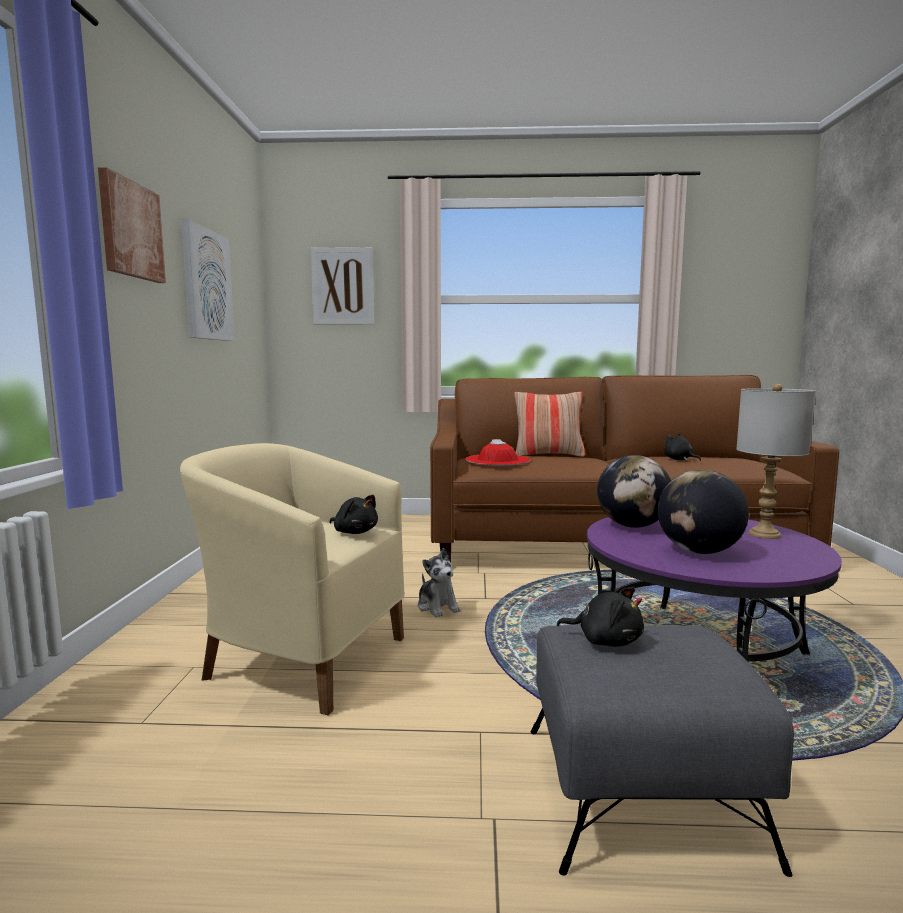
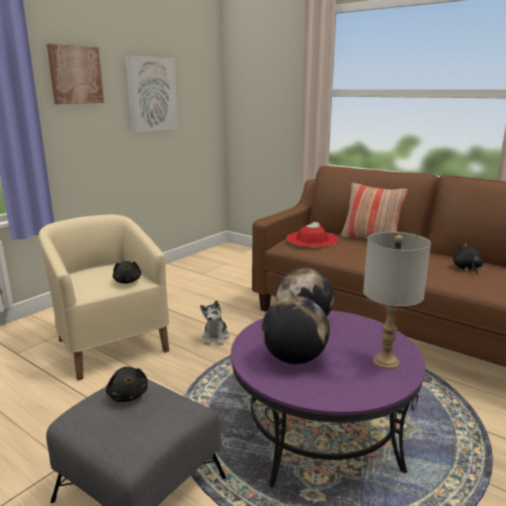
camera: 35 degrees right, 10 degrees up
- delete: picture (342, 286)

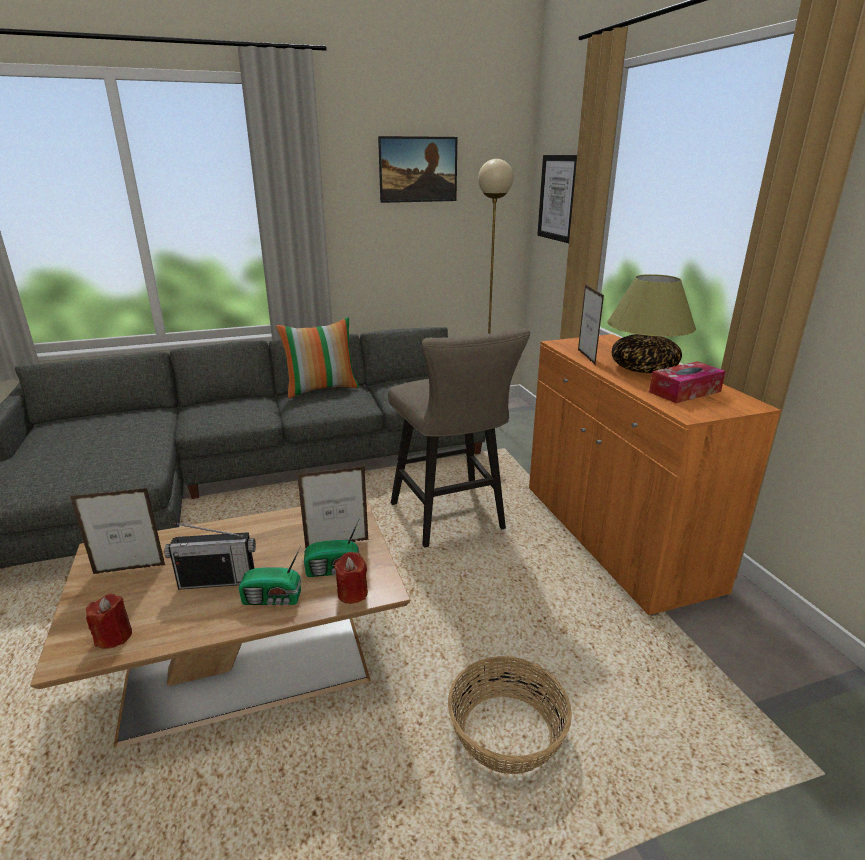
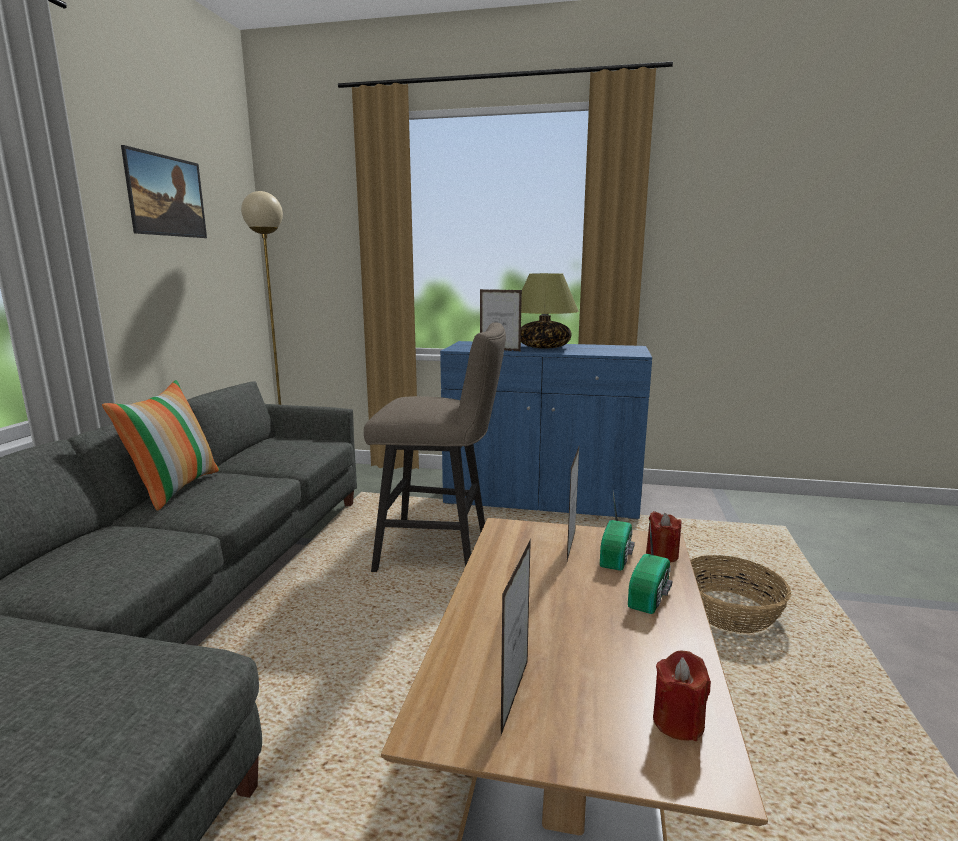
camera: 60 degrees left, 10 degrees down
- delete: picture (558, 198)
- recolor: orange cabinet (615, 537) to blue cabinet (541, 499)
- delete: tissue box (685, 391)
- delete: radio (217, 581)

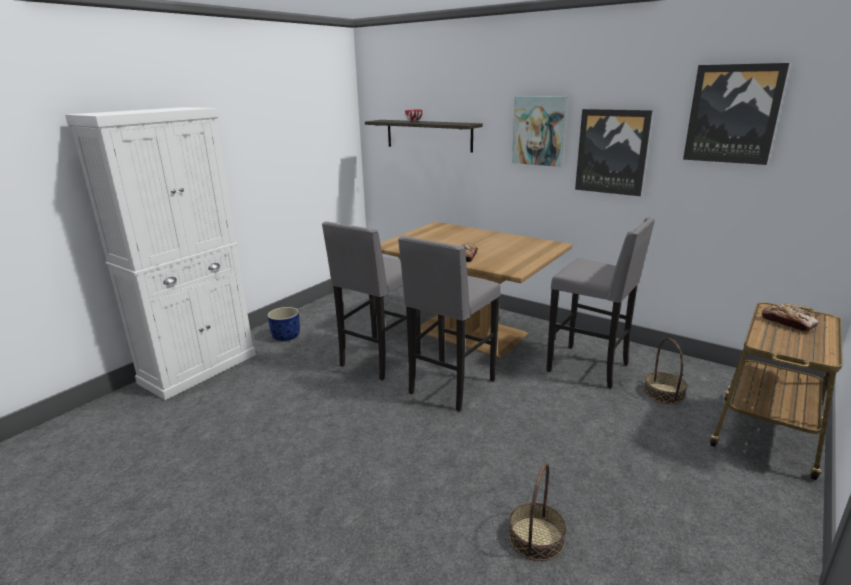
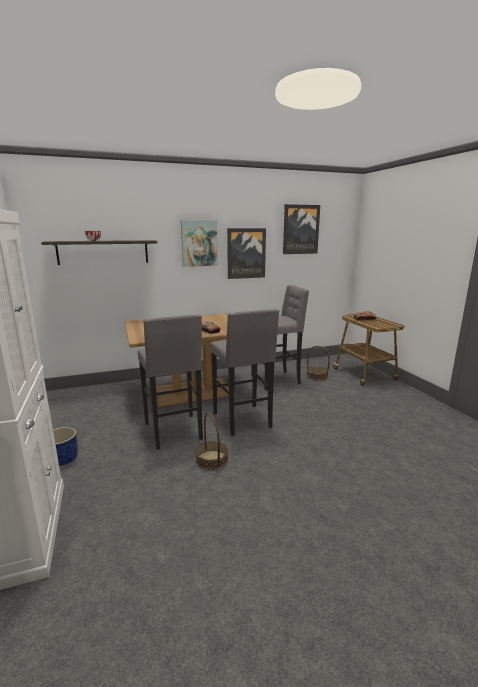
camera: 55 degrees left, 5 degrees down
- move: basket (536, 538) to (212, 460)

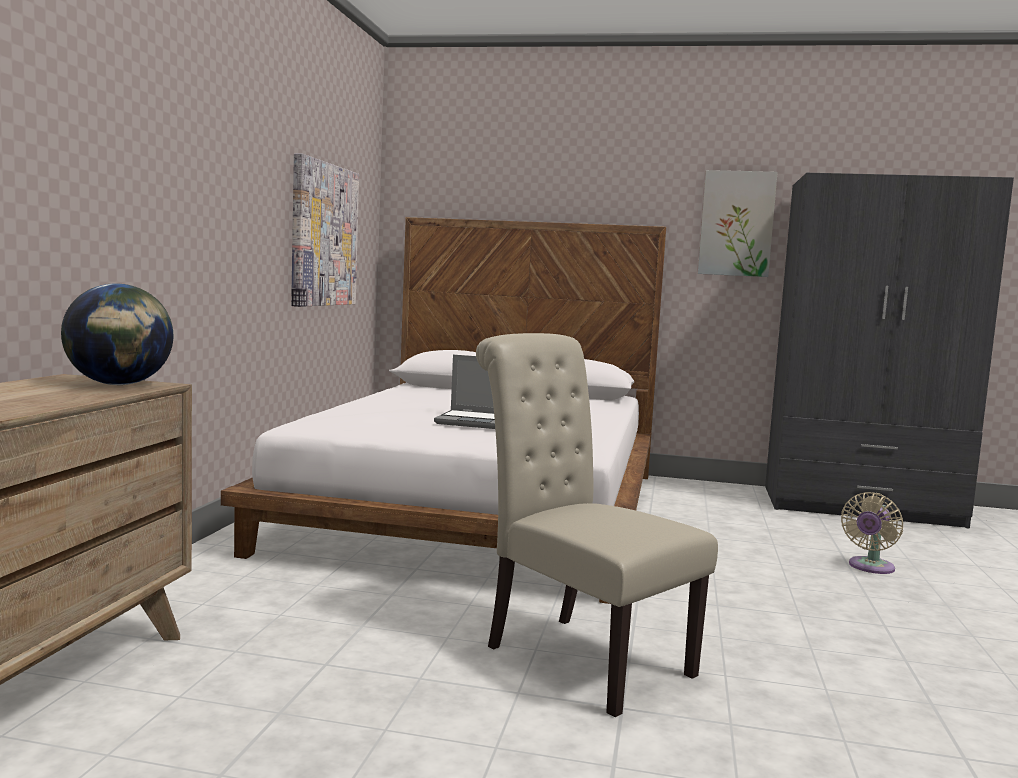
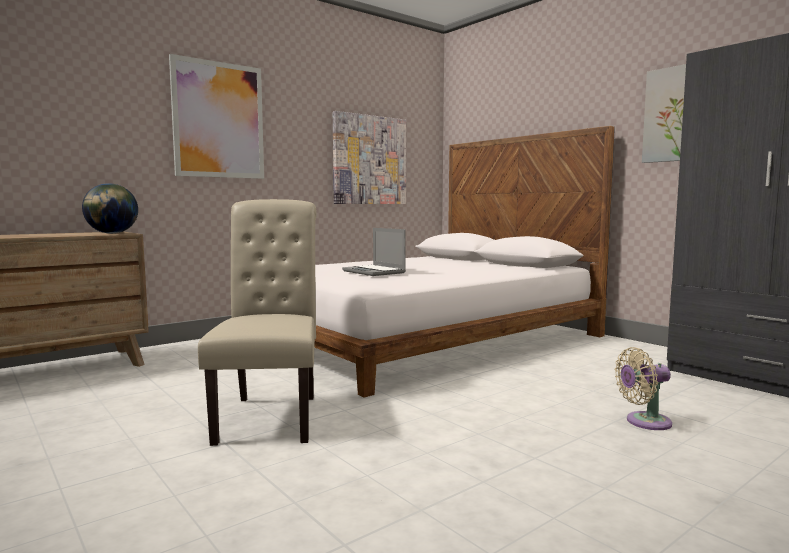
camera: 40 degrees right, 0 degrees up
- insert: picture (218, 120)

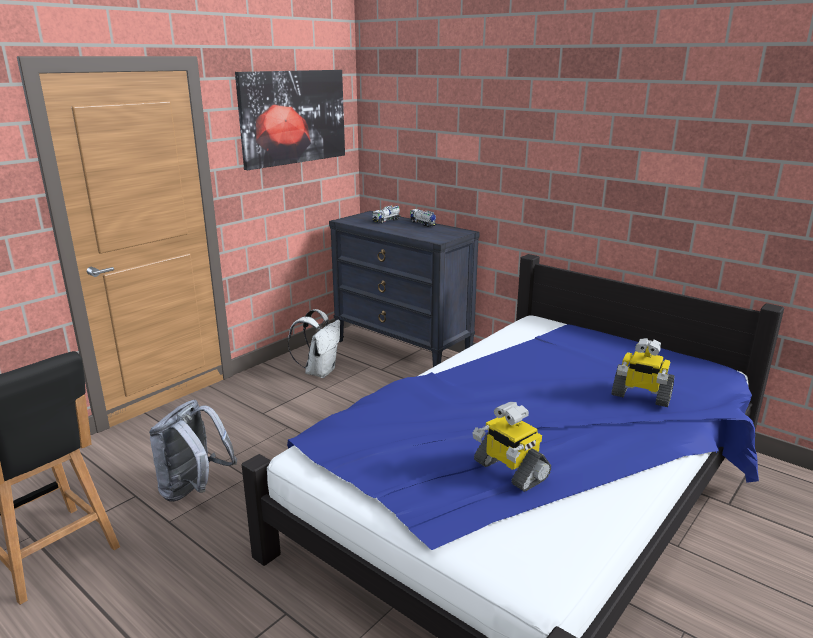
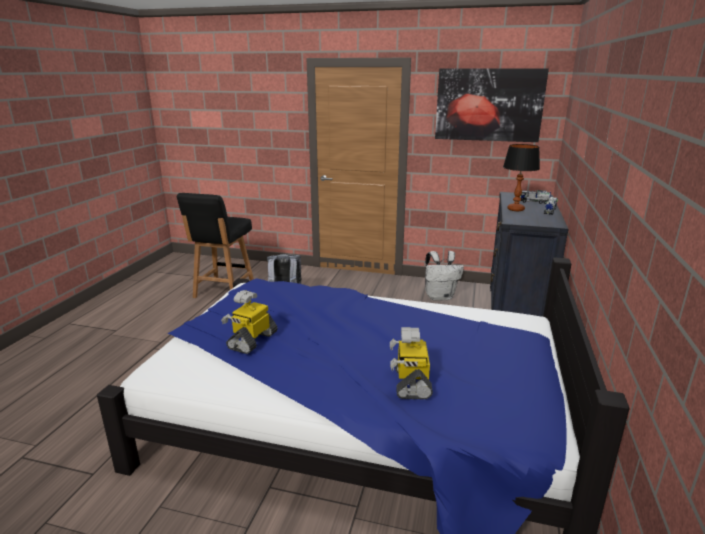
camera: 65 degrees right, 0 degrees up
- insert: table lamp (515, 209)

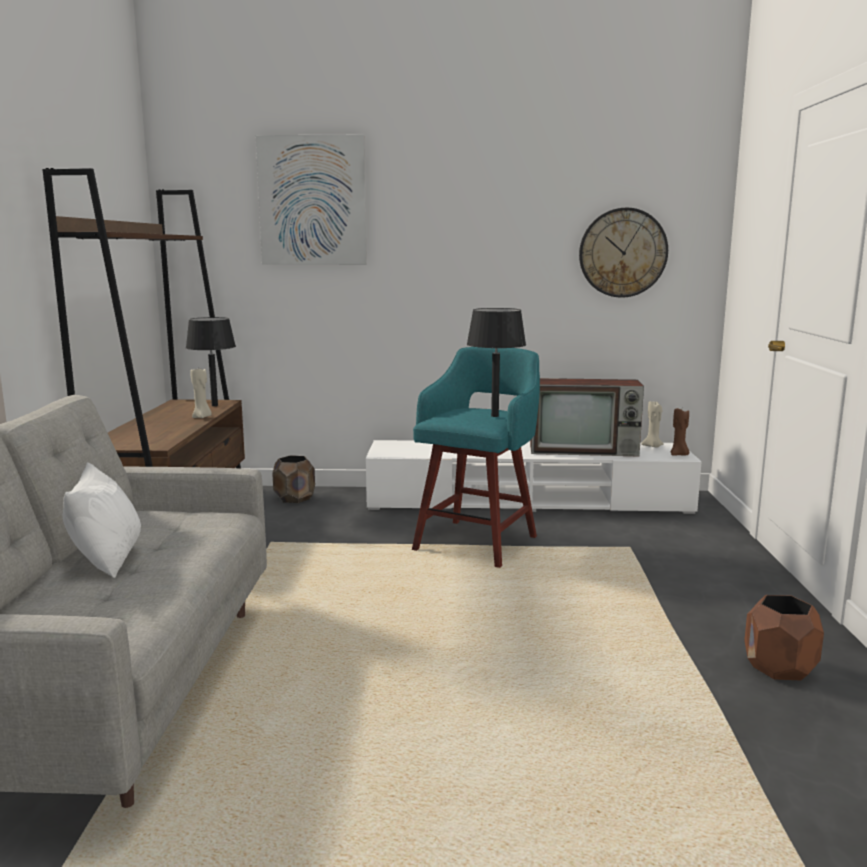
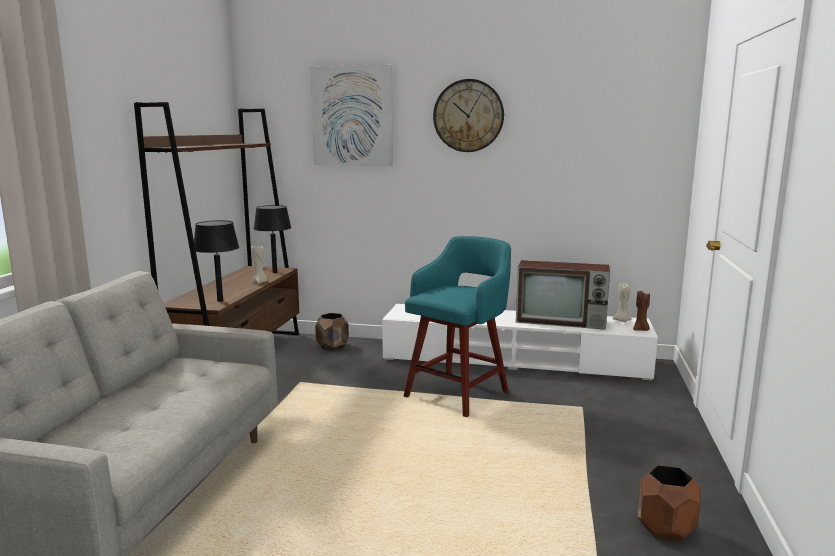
camera: 10 degrees right, 0 degrees up
- move: wall clock (623, 253) to (468, 116)
- move: black table lamp (494, 416) to (220, 301)
- delete: white pillow (107, 559)

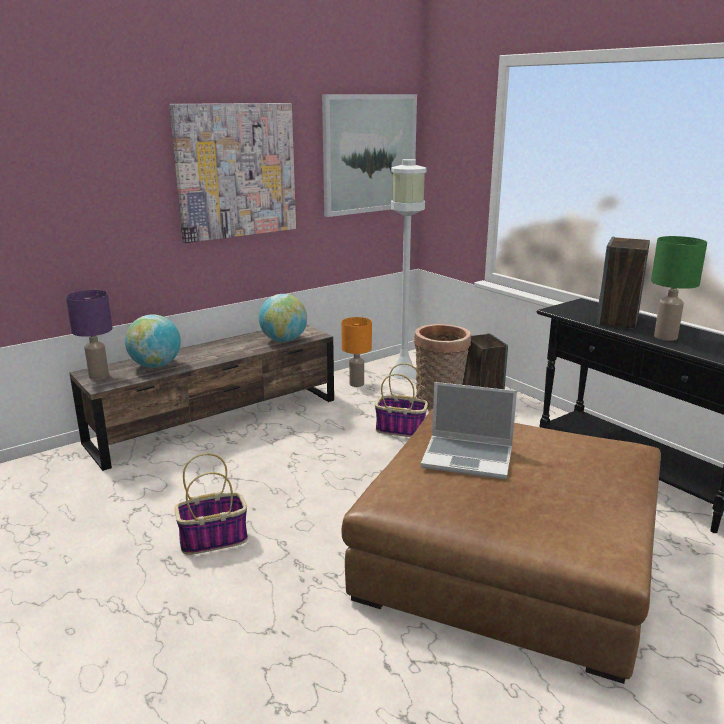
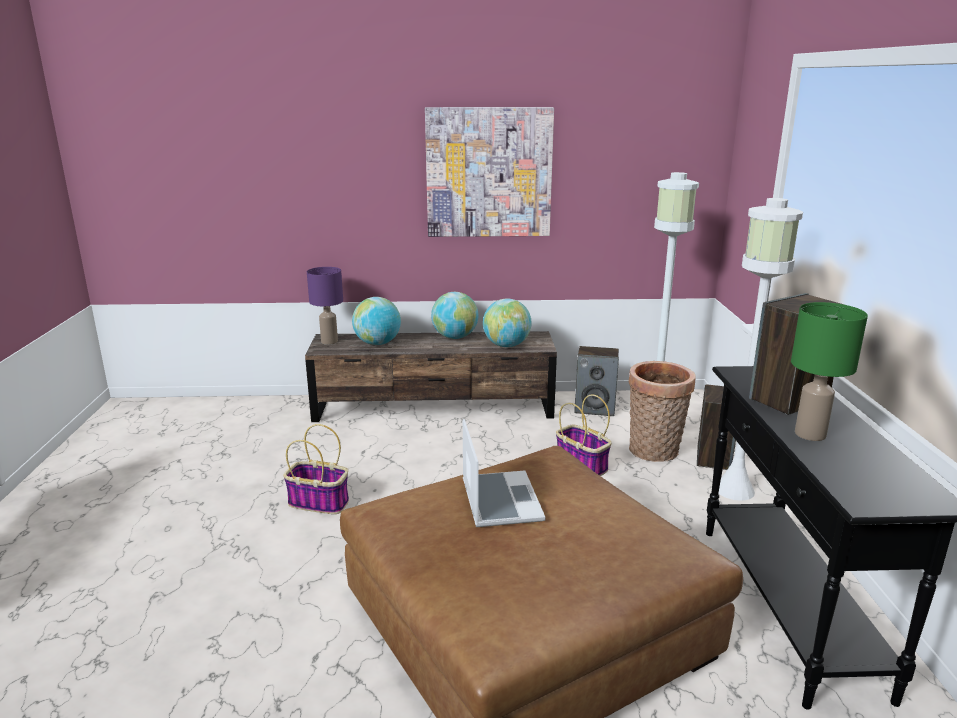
camera: 35 degrees right, 0 degrees up
- delete: picture (369, 154)
- replace: orange table lamp (357, 384) to speaker (595, 408)
- rotate: laptop (468, 458) = (499, 500) 150 degrees counterclockwise
- insert: white floor lamp (735, 490)
- insert: globe (455, 337)

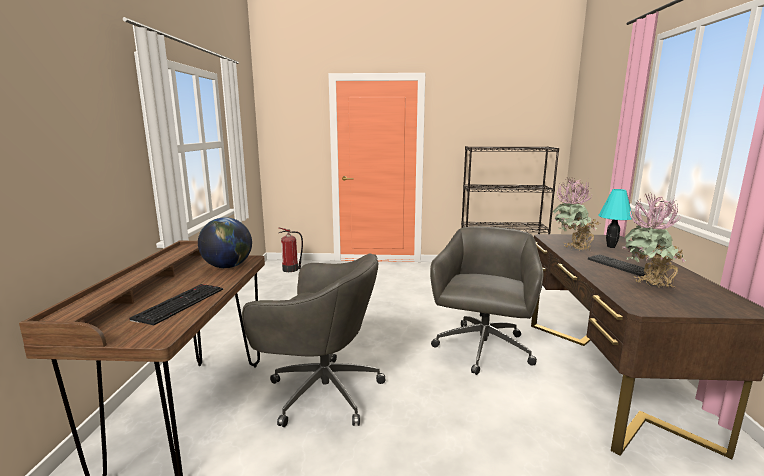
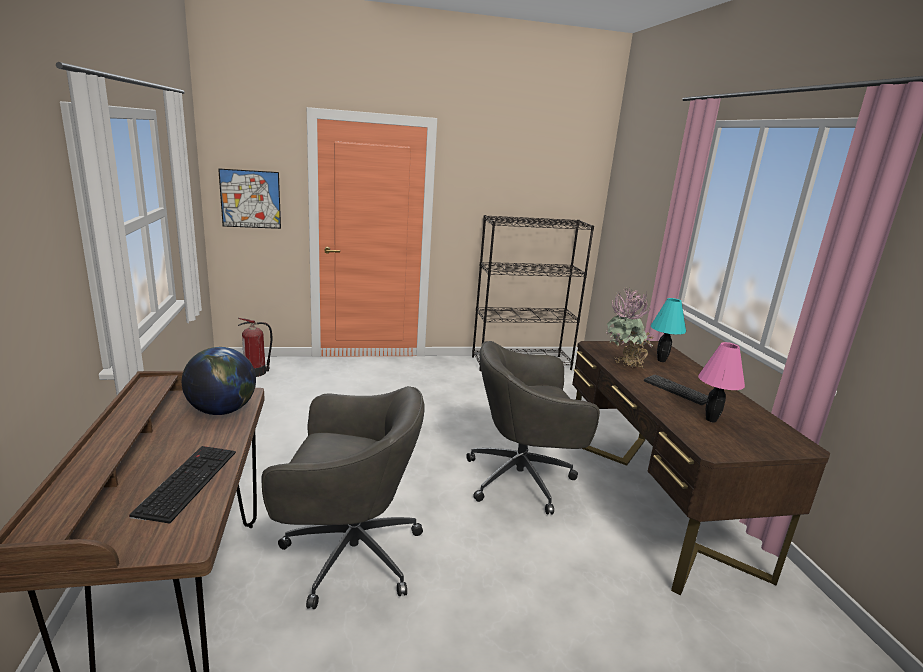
camera: 15 degrees left, 5 degrees up
- replace: potted plant (648, 286) to pink table lamp (710, 420)
- rotate: grey office chair (482, 350) = (523, 479) 105 degrees counterclockwise
- insert: picture (250, 199)

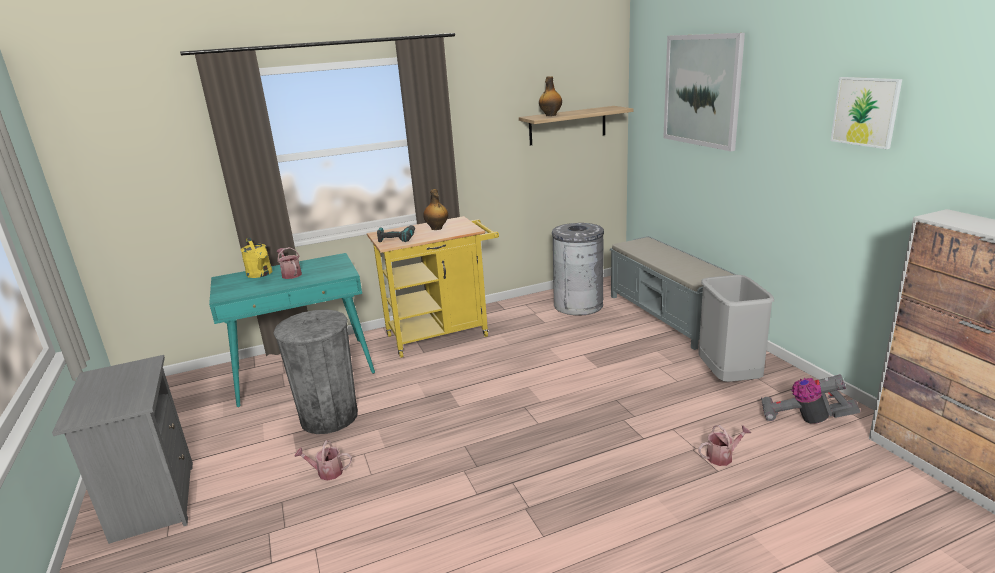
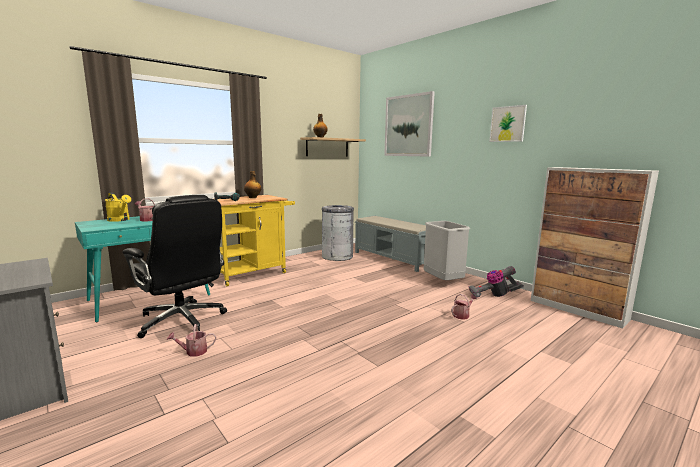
camera: 20 degrees left, 10 degrees down
- replace: grey trash can (329, 417) to black office chair (182, 321)

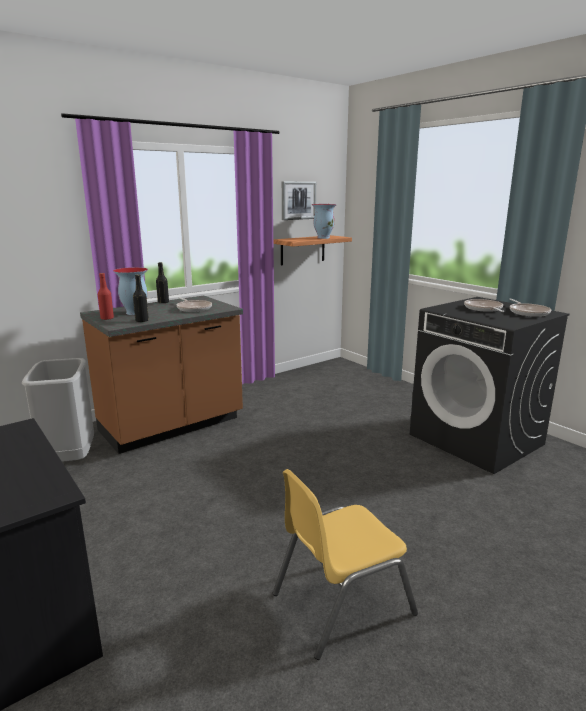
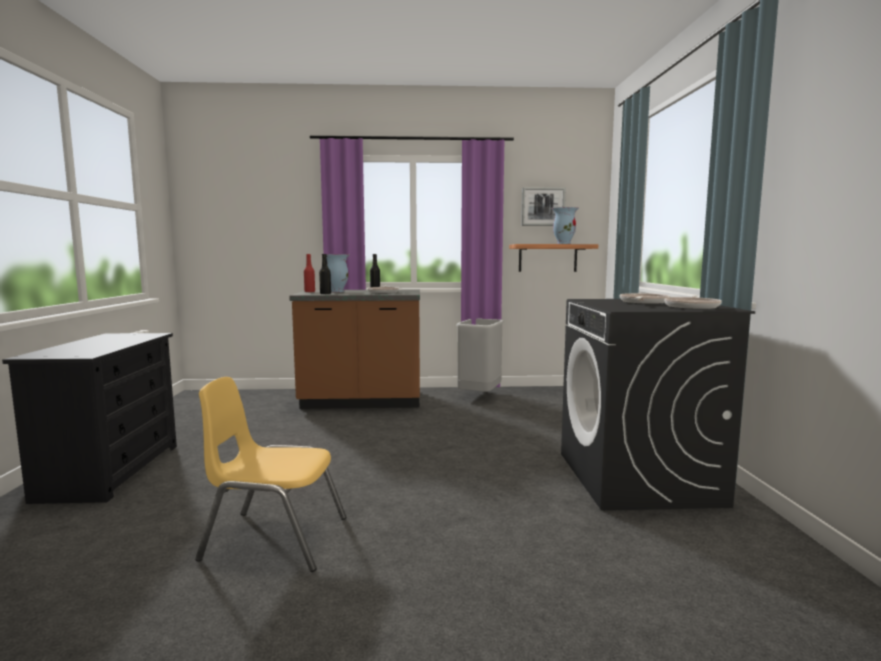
camera: 35 degrees right, 10 degrees down
- move: grey trash can (70, 459) to (480, 396)

